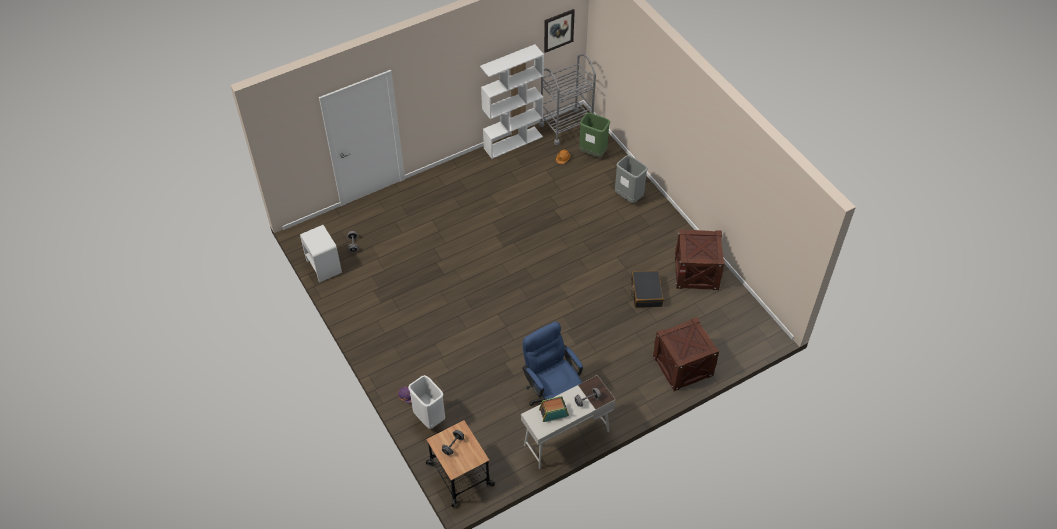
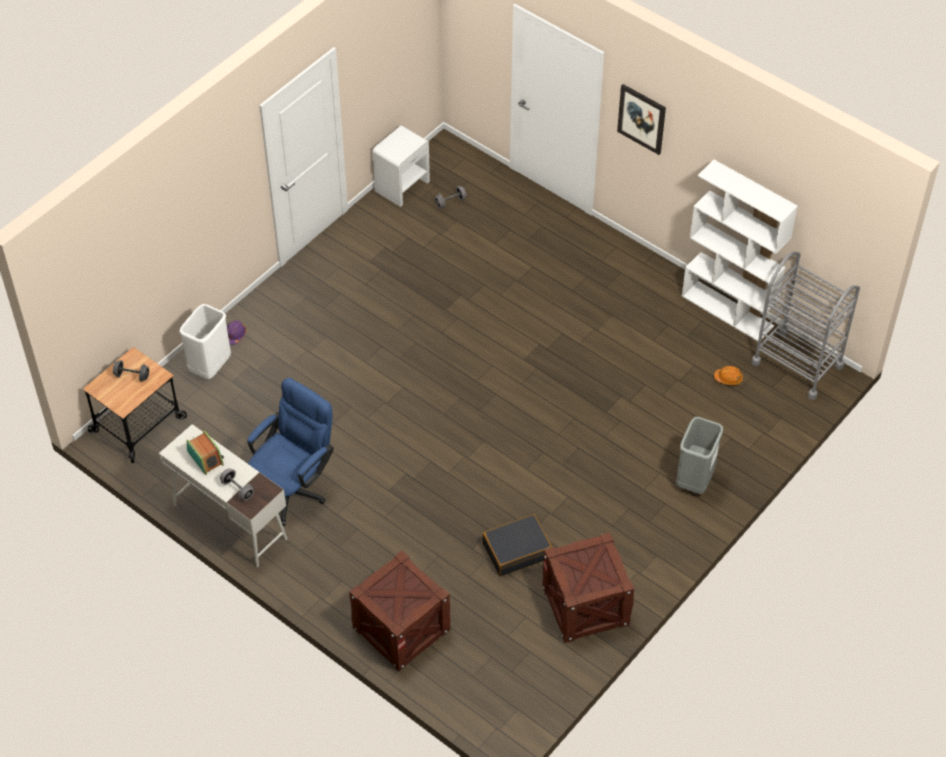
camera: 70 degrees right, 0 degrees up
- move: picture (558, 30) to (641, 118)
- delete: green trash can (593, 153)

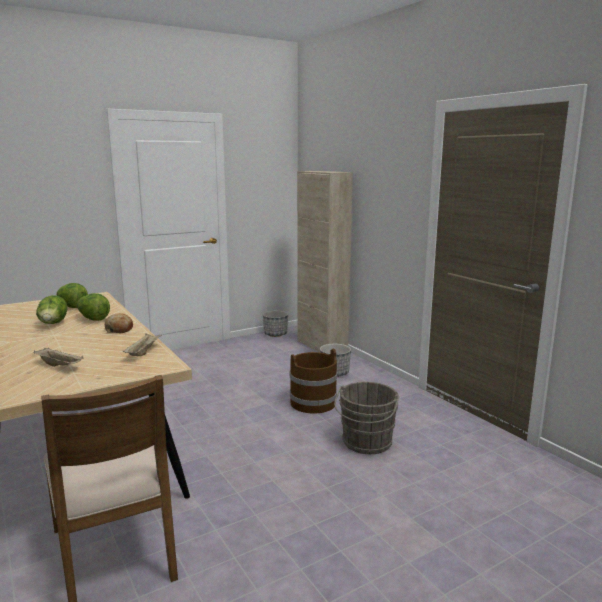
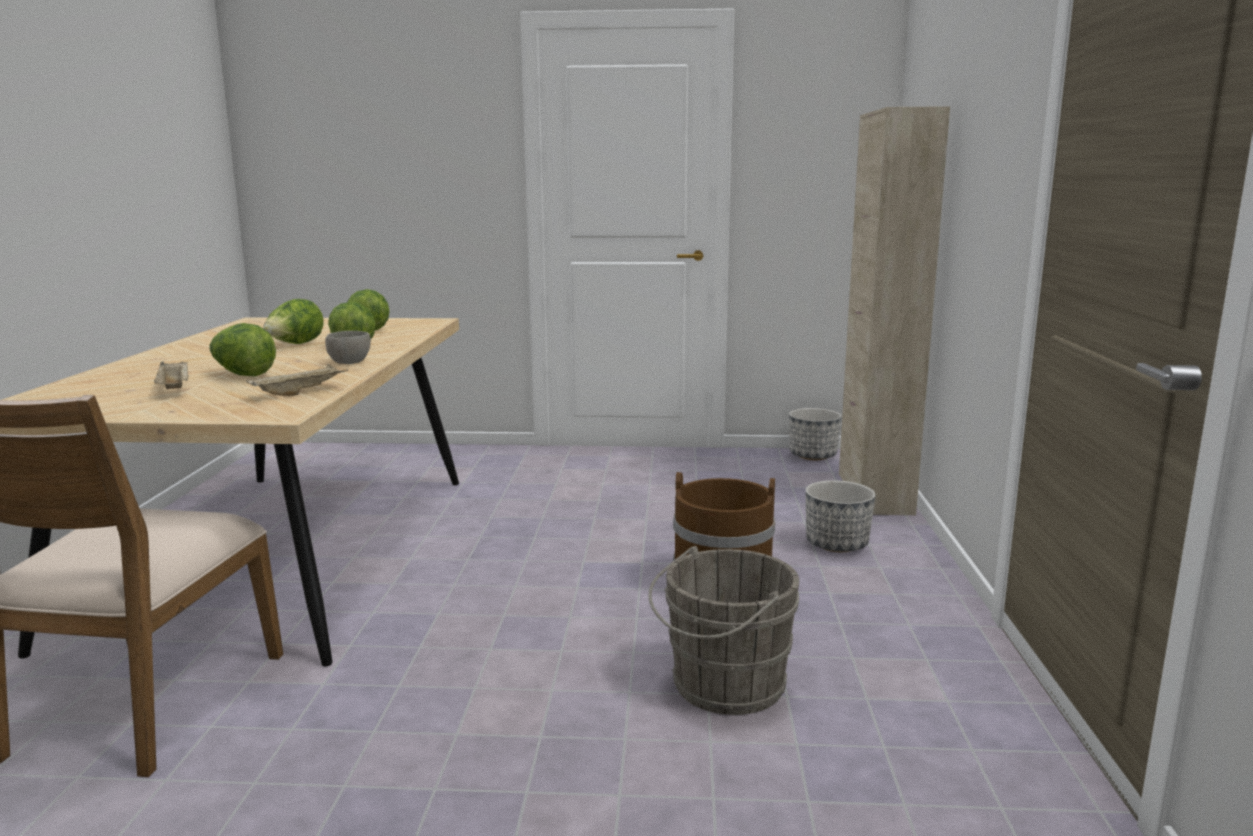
camera: 35 degrees right, 0 degrees up
- replace: bread (119, 329) to grey bowl (348, 362)
- insert: lettuce (243, 375)

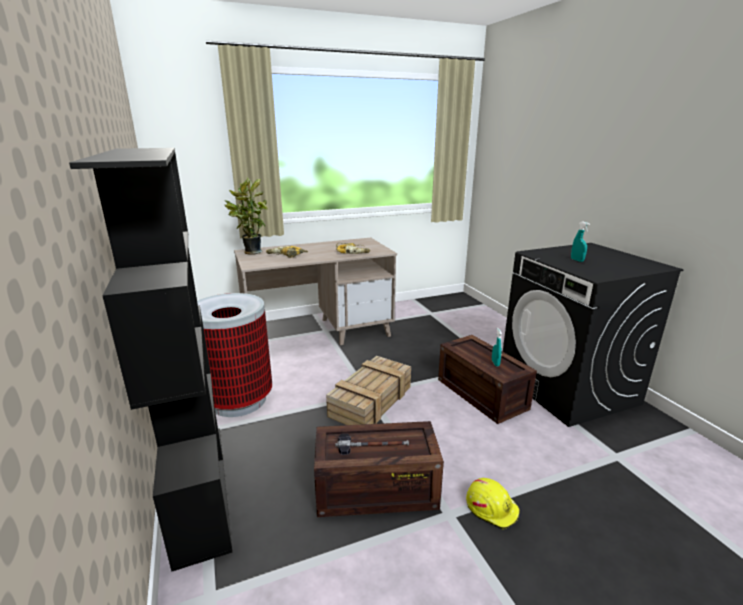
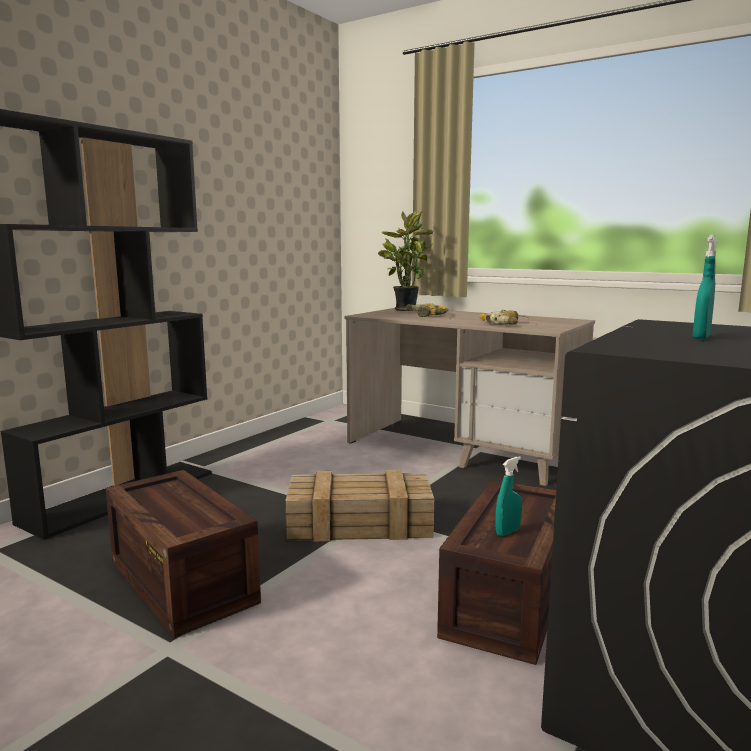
camera: 55 degrees right, 10 degrees down
- delete: trash can (239, 400)
- delete: hammer (372, 446)
- delete: yellow hard hat (491, 507)

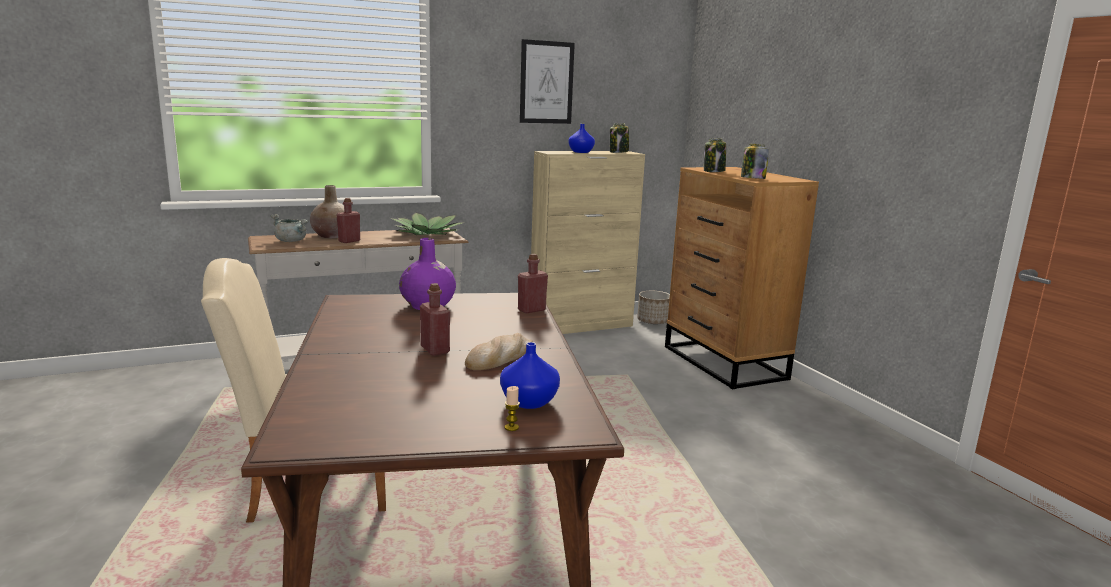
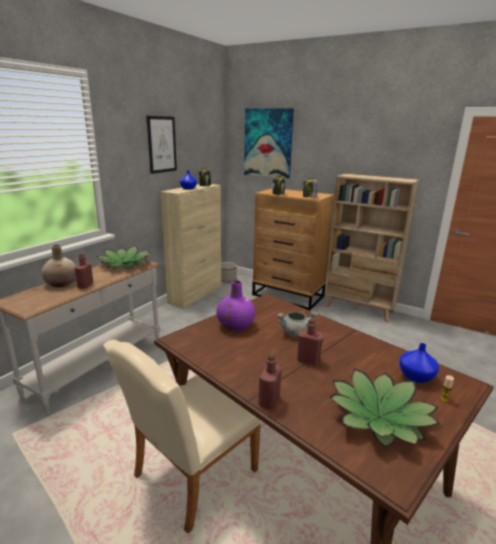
camera: 35 degrees left, 5 degrees up
- move: grey cooking pot (292, 241) to (295, 333)
- move: red bottle (531, 310) to (269, 401)
- delete: bread (500, 357)
- insert: picture (268, 143)
- insert: beige bookcase (359, 309)
- insert: potted plant (379, 417)

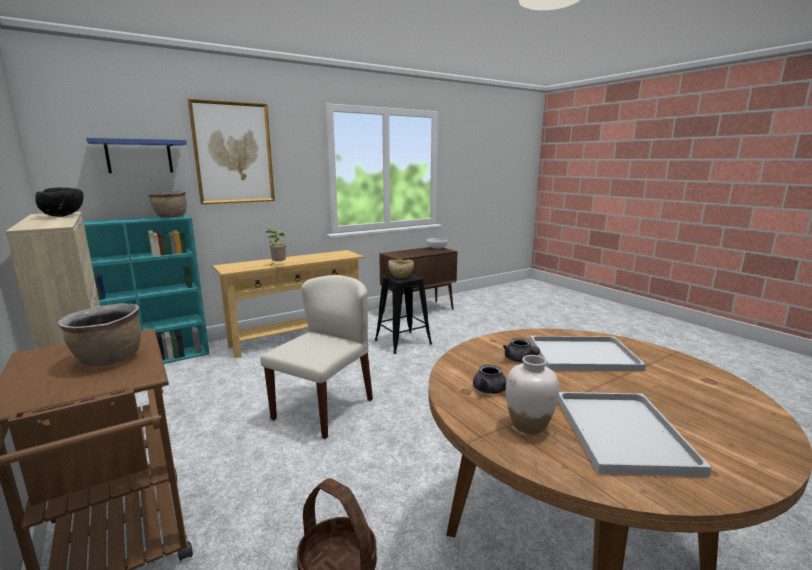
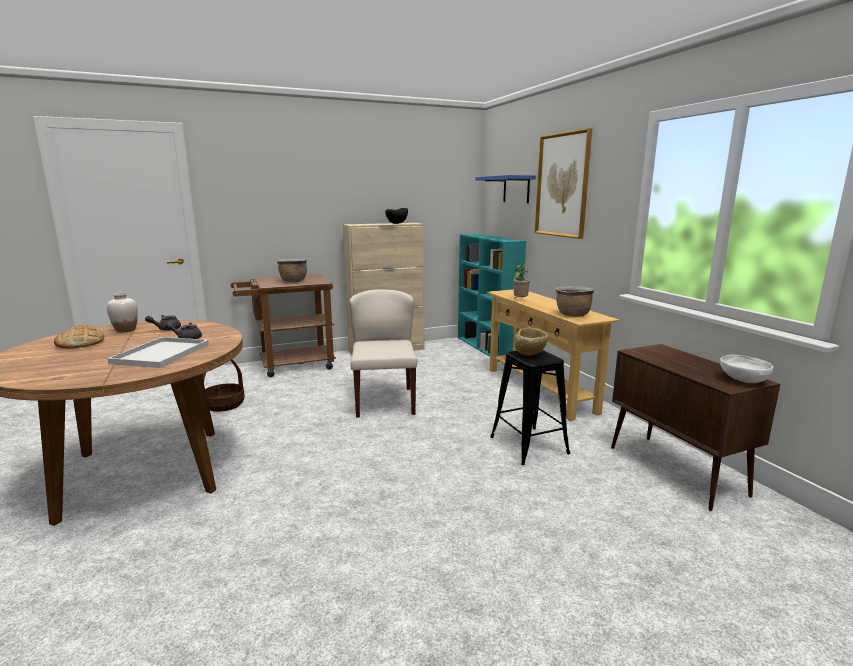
camera: 100 degrees right, 0 degrees up
- move: brown cooking pot (171, 217) to (572, 315)
- rotate: beige chair (323, 408) = (384, 401) 135 degrees counterclockwise
- replace: white tray (625, 434) to bread (80, 343)

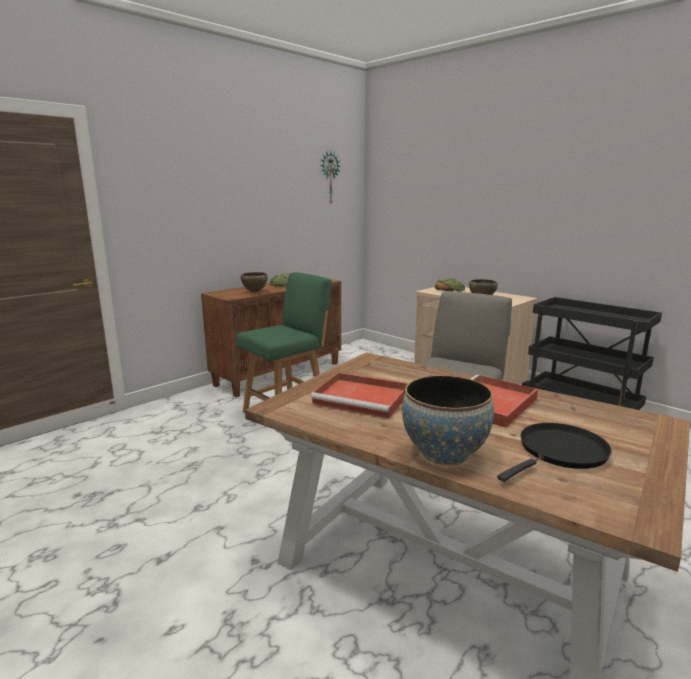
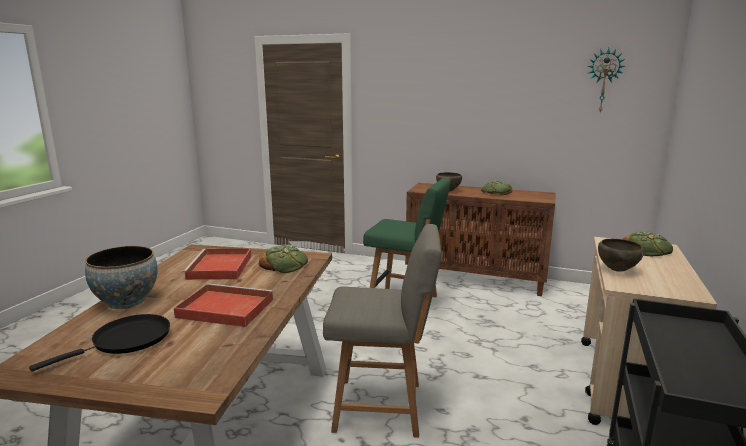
camera: 65 degrees right, 0 degrees up
- rotate: black frying pan (560, 453) = (127, 340) 75 degrees counterclockwise
- insert: bread (284, 264)

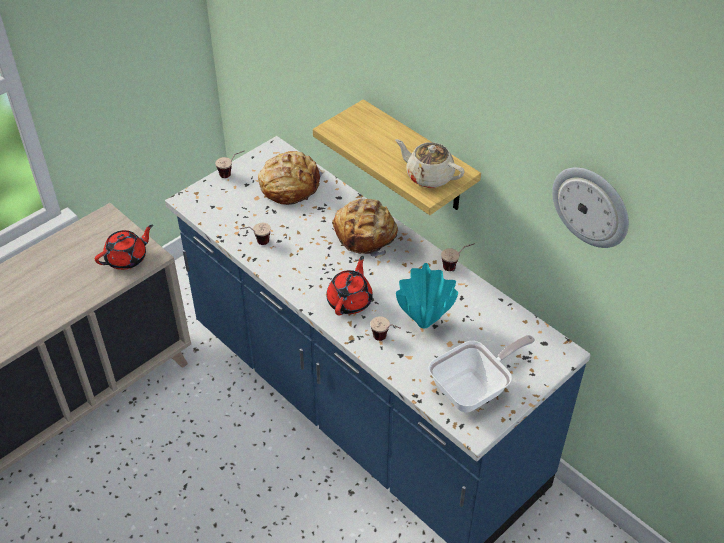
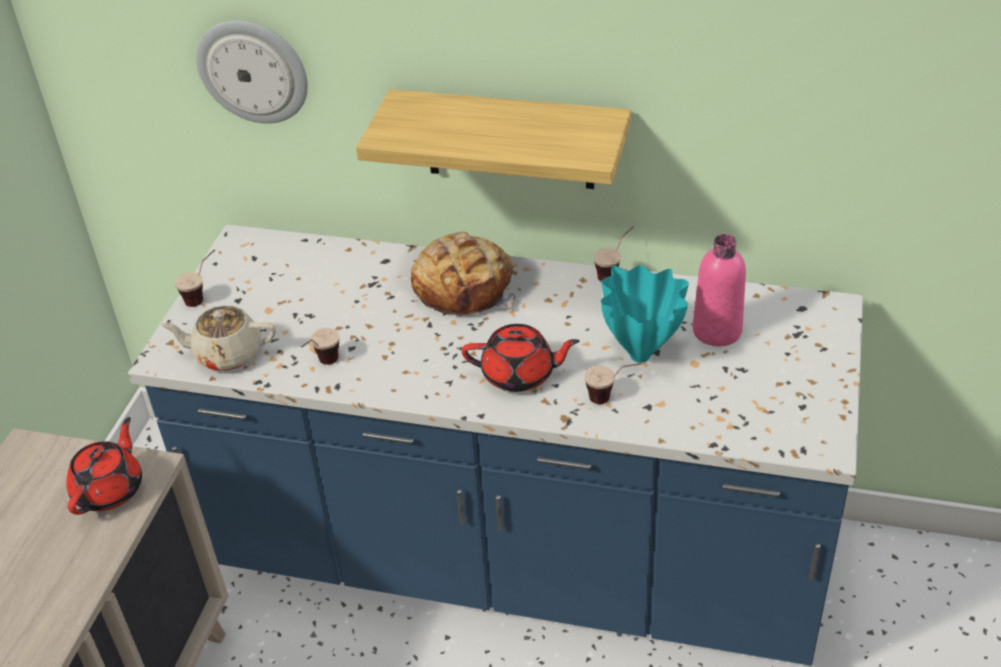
camera: 30 degrees left, 5 degrees down
- move: beige teapot (428, 176) to (227, 354)
- delete: bread (289, 185)
- move: wall clock (591, 206) to (253, 71)
- rotate: red teapot (350, 300) = (520, 374) 105 degrees clockwise
- delete: frying pan (474, 389)
- insert: pink bottle (717, 331)

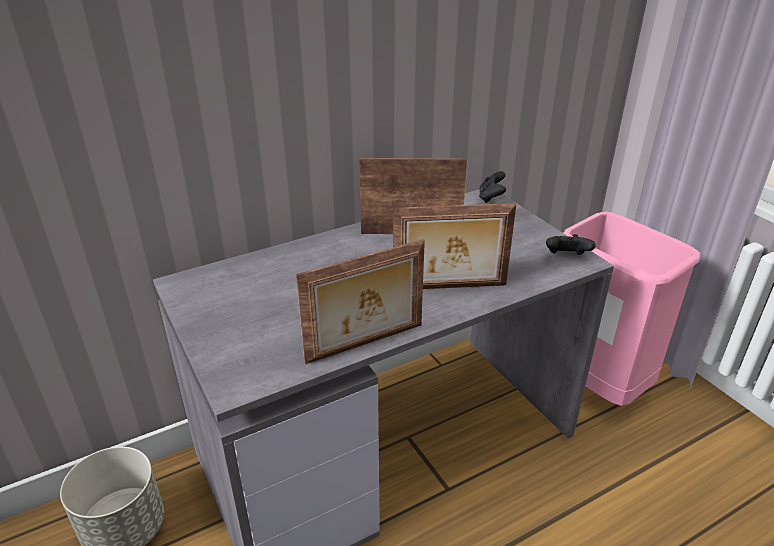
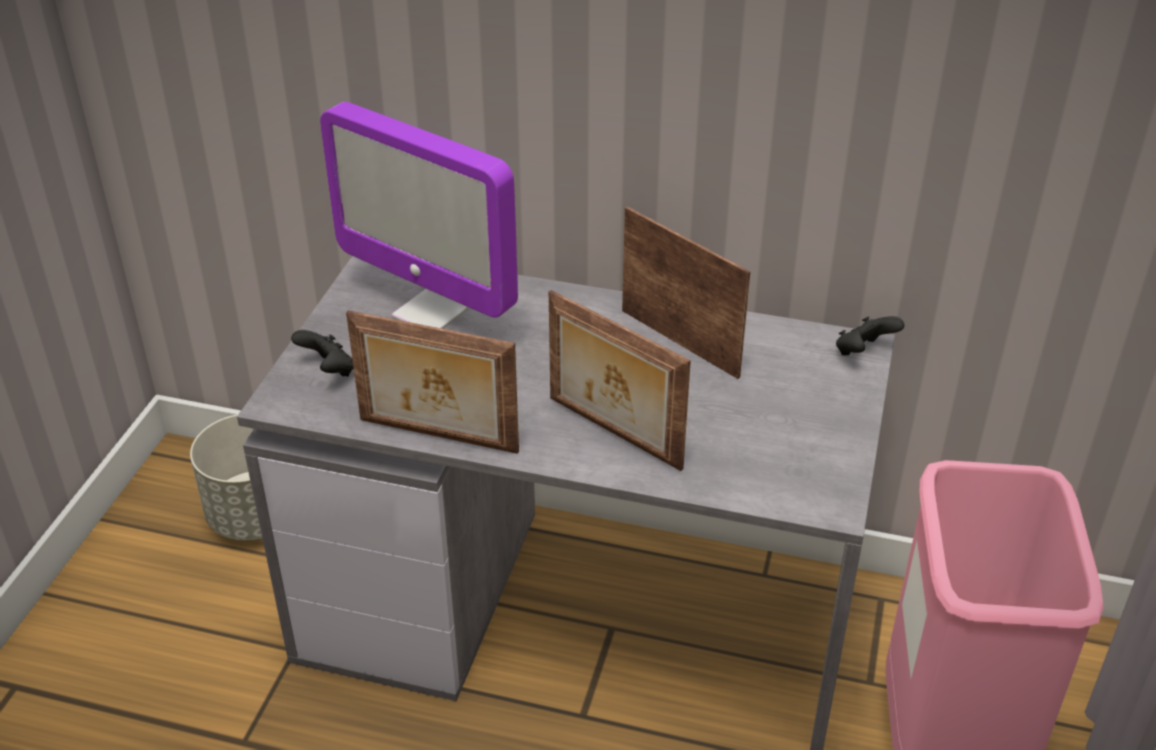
camera: 45 degrees right, 5 degrees up
- move: black game controller (566, 257) to (328, 370)
- insert: monitor (432, 312)

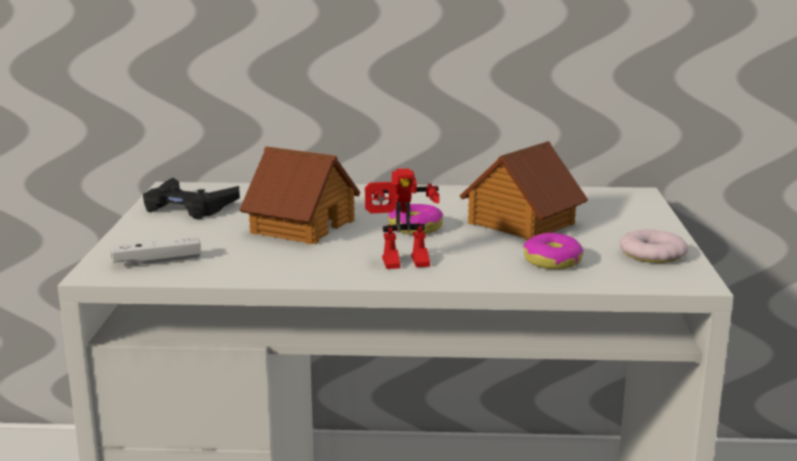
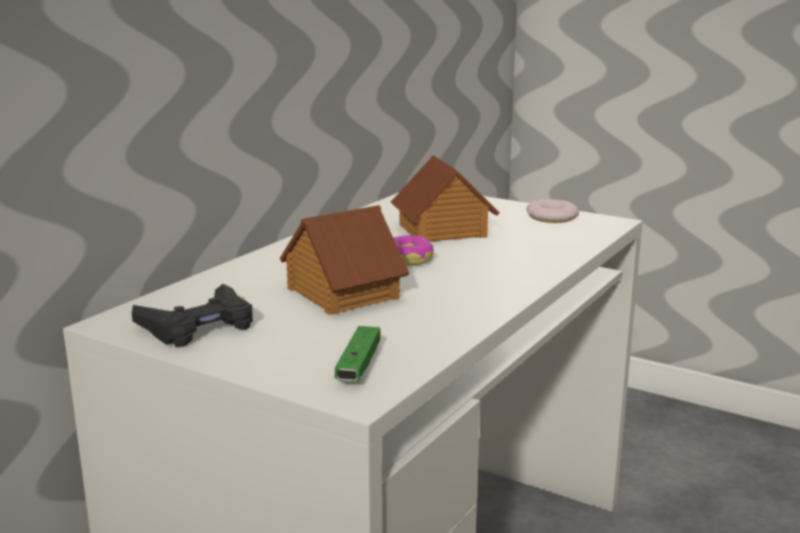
camera: 60 degrees left, 0 degrees up
- delete: toy robot (403, 264)
- delete: donut (552, 261)
- recolor: white game controller (157, 261) to green game controller (358, 365)

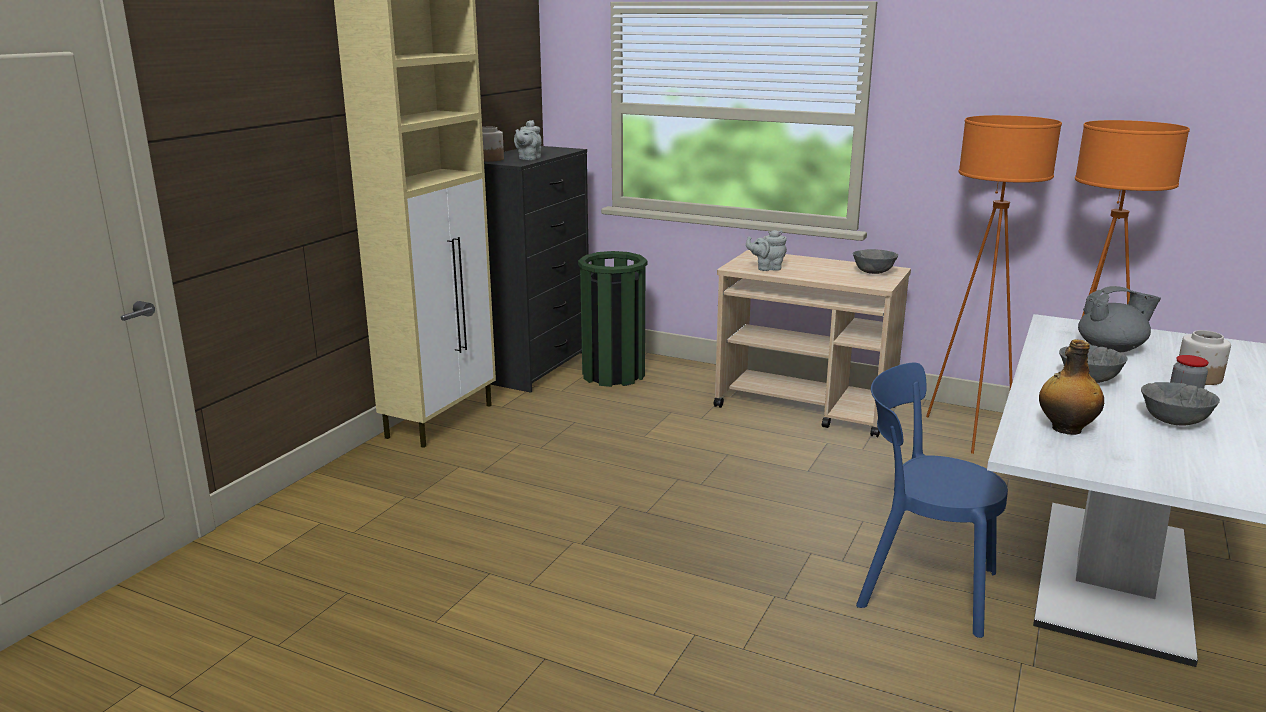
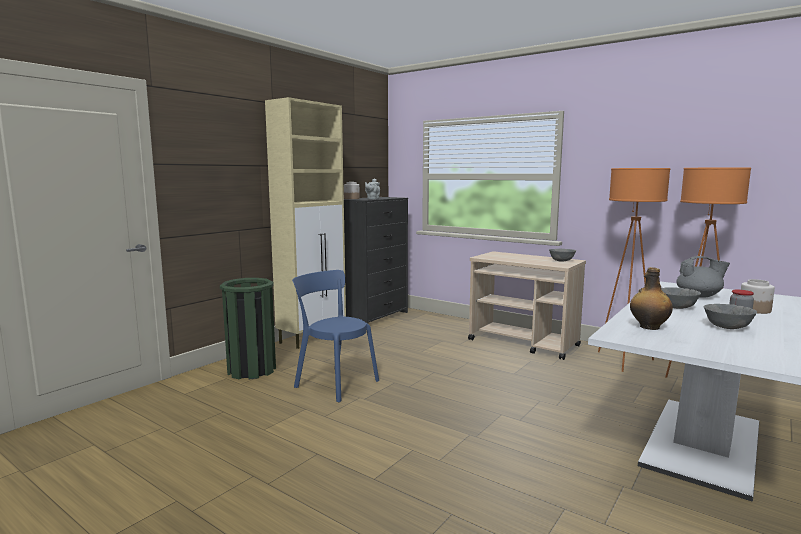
camera: 10 degrees right, 10 degrees down
- delete: grey teapot (767, 268)
- move: green trash can (613, 374) to (251, 370)
- move: blue chair (919, 586) to (334, 383)

